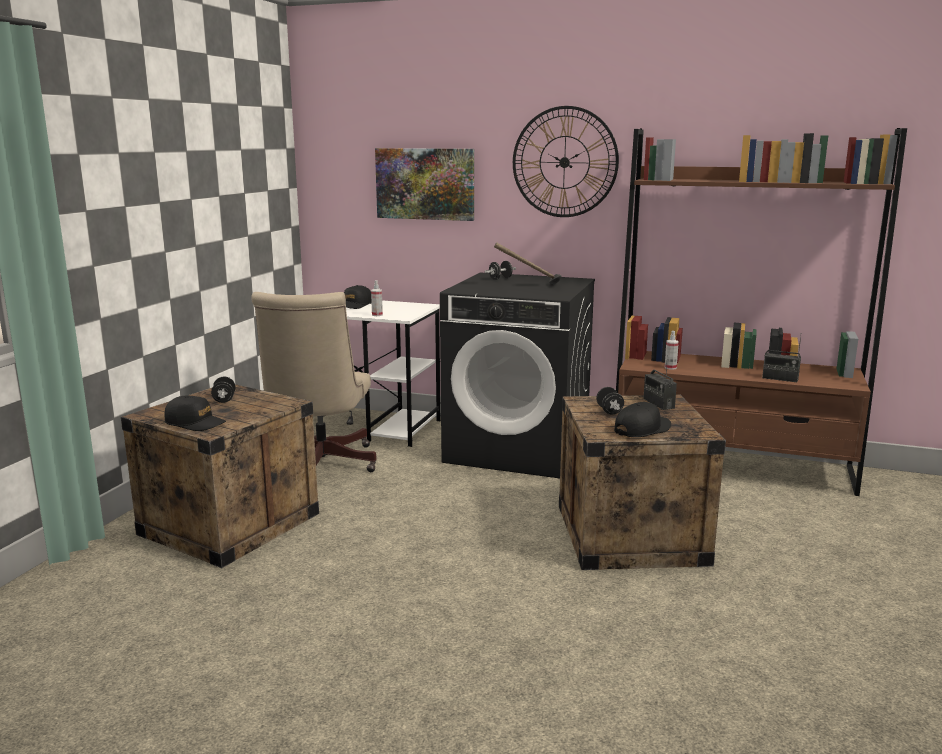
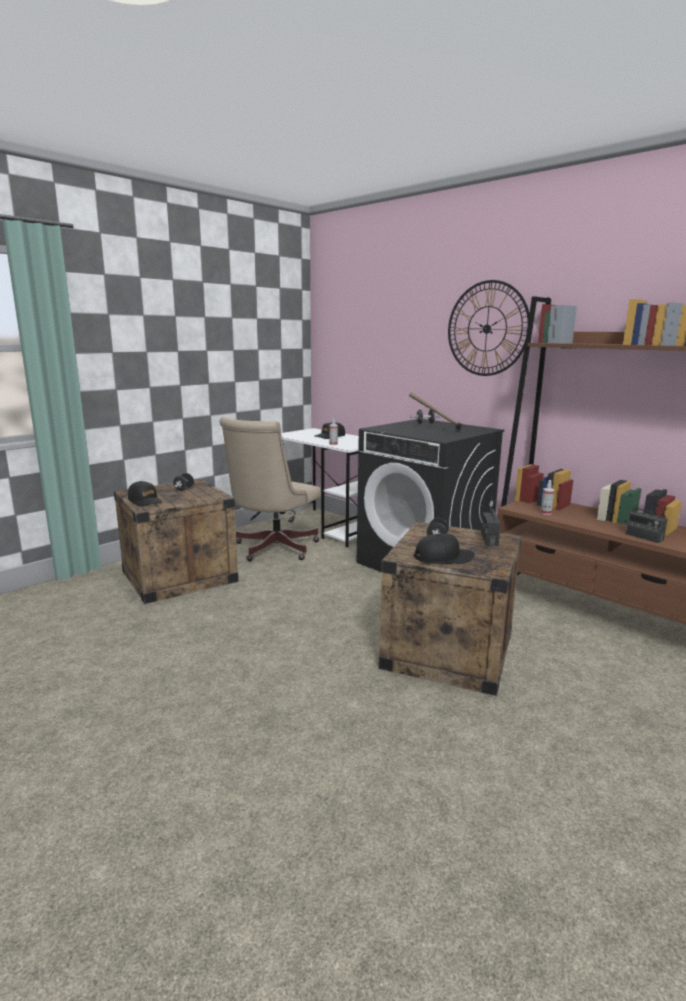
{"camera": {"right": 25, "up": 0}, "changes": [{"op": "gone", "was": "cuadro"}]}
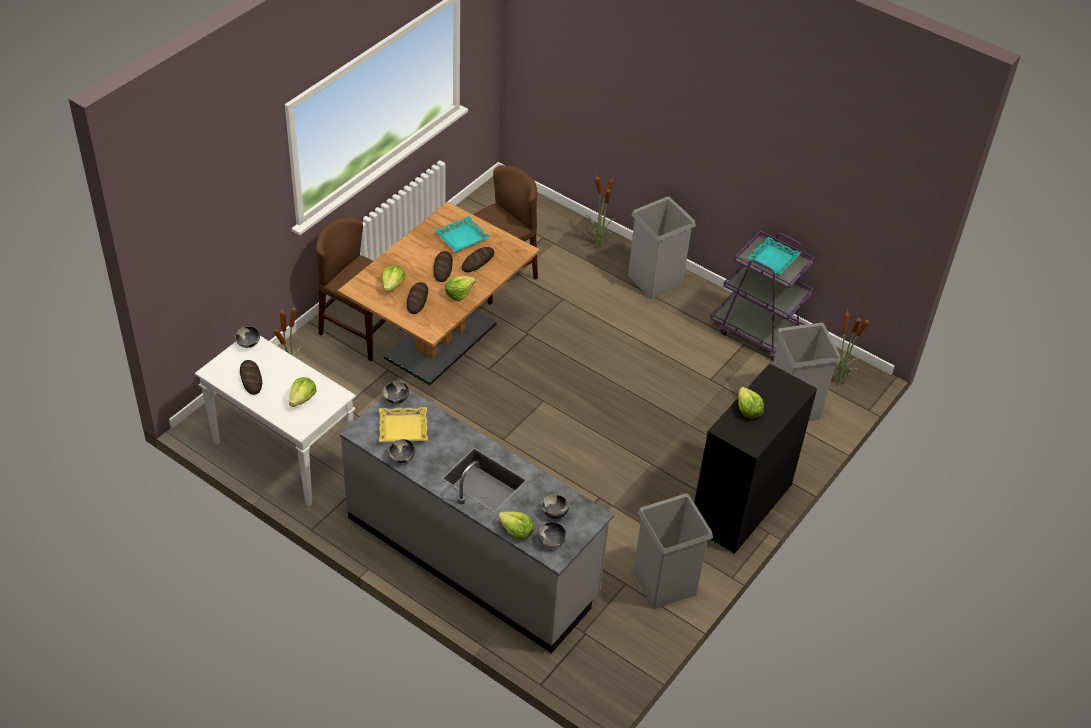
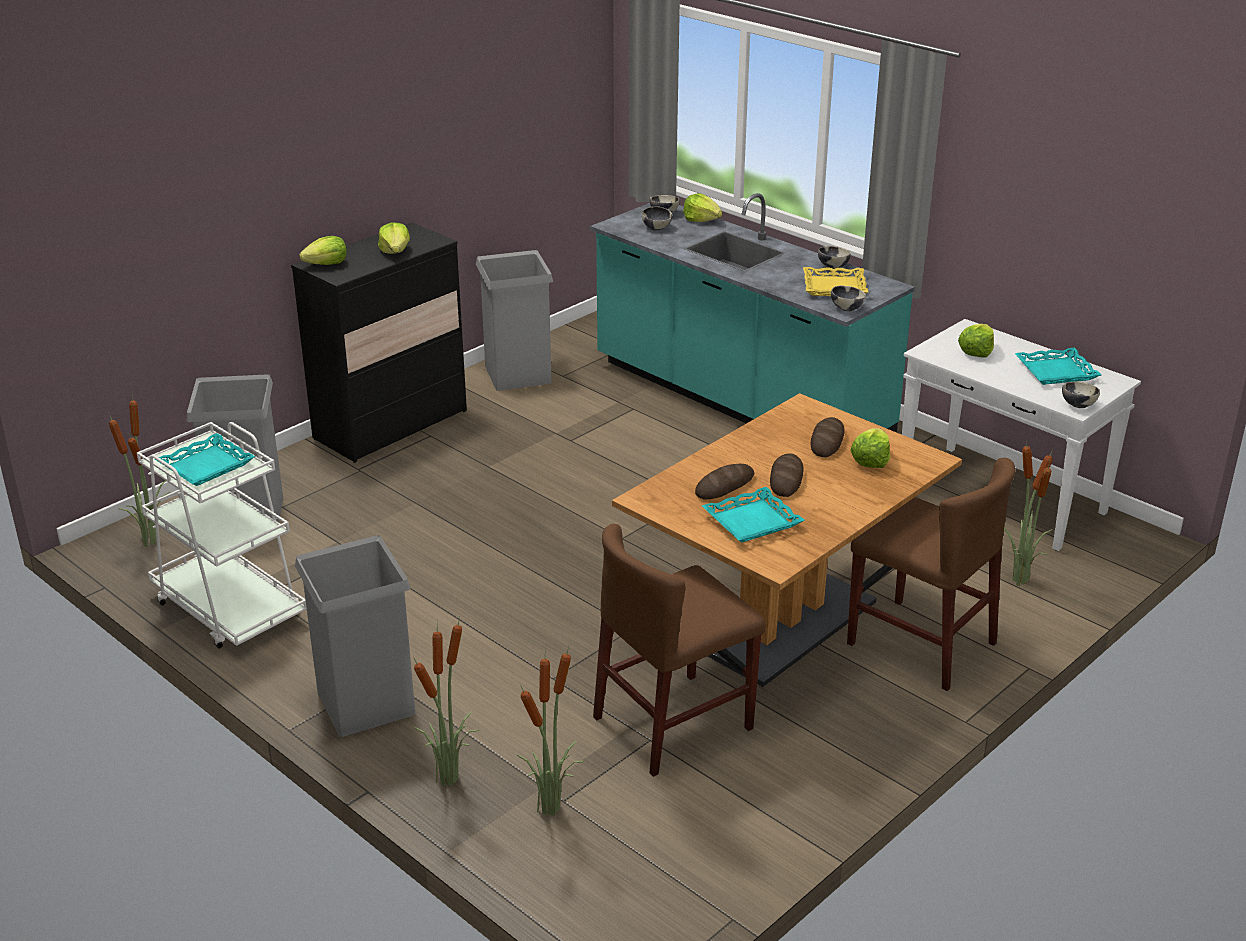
{"camera": {"right": -170, "up": -15}, "changes": [{"op": "repainted", "was": "carrito [morado]", "now": "carrito [blanco]"}, {"op": "shifted", "was": "lechuga (no. 3 from left in the first image)", "now": "lechuga (no. 1 from left)"}, {"op": "new", "now": "planta en maceta (no. 3 from left)"}, {"op": "repainted", "was": "mueble bajo de cocina [gris]", "now": "mueble bajo de cocina [turquesa]"}, {"op": "swapped", "was": "pan (no. 1 from left)", "now": "bandeja [turquesa] (no. 3 from left)"}]}
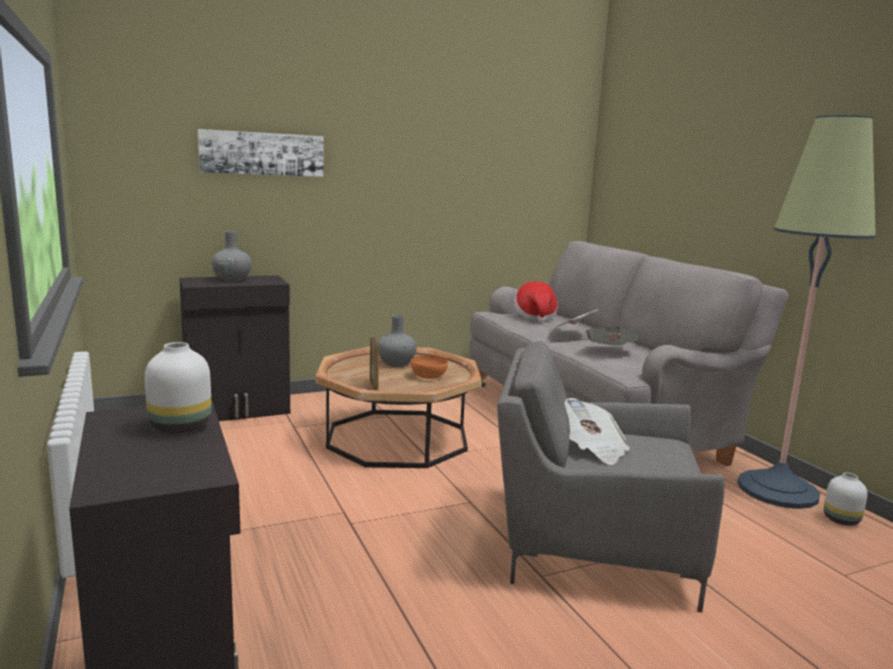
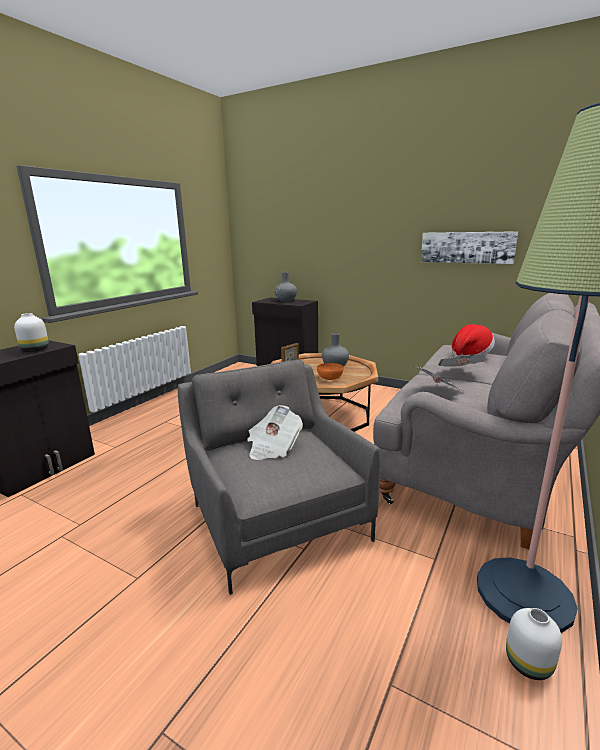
{"camera": {"right": 55, "up": 5}, "changes": [{"op": "shifted", "was": "cuadro"}]}
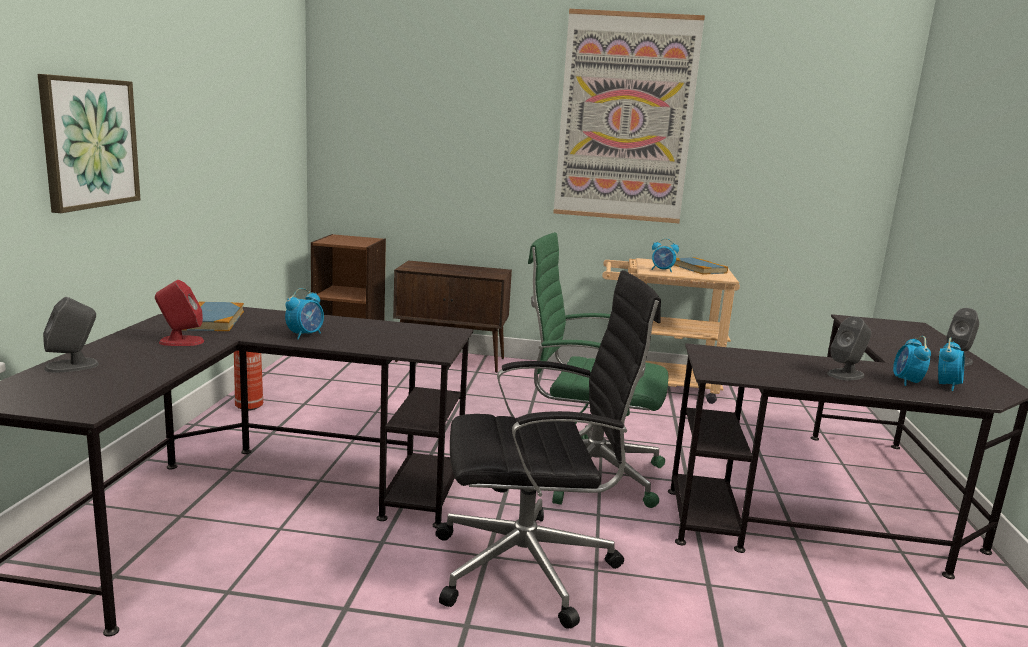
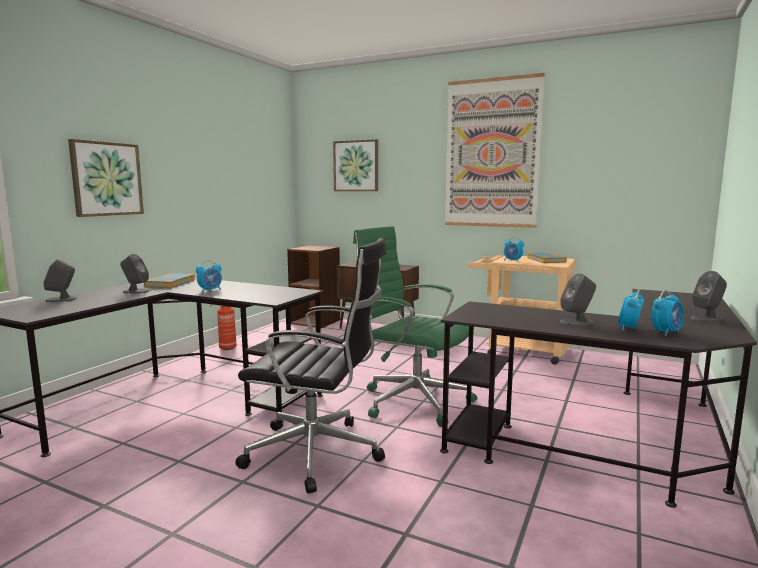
{"camera": {"right": 20, "up": -5}, "changes": [{"op": "repainted", "was": "altavoz [rojo]", "now": "altavoz [gris] (no. 2 from left)"}, {"op": "new", "now": "cuadro (no. 2 from left)"}]}
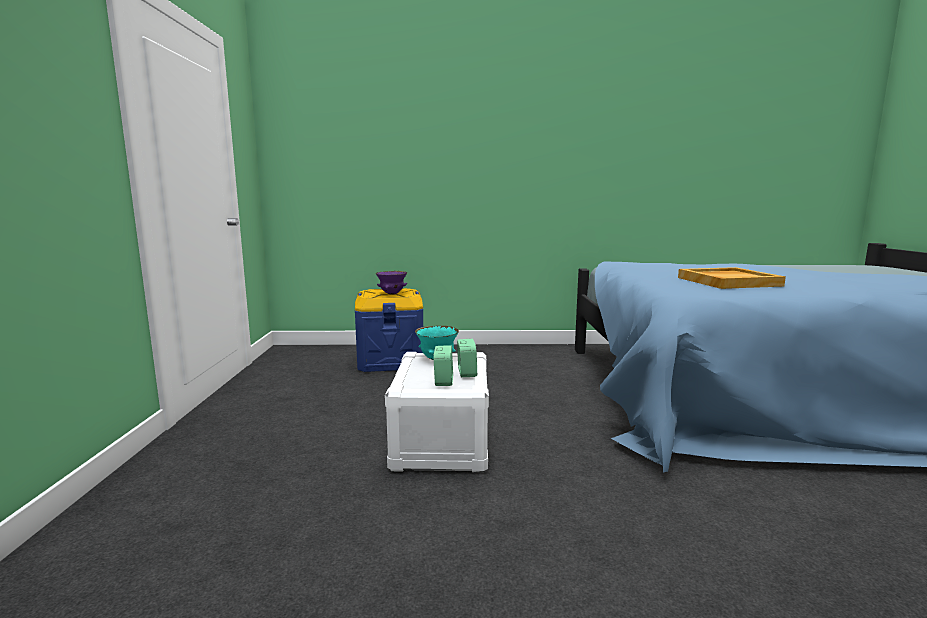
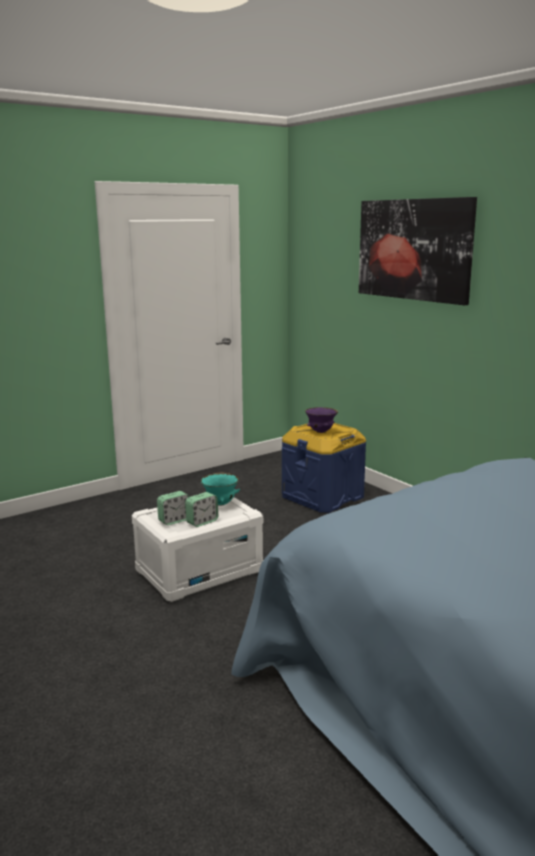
{"camera": {"right": 55, "up": 5}, "changes": [{"op": "new", "now": "cuadro"}, {"op": "gone", "was": "bandeja [beis]"}]}
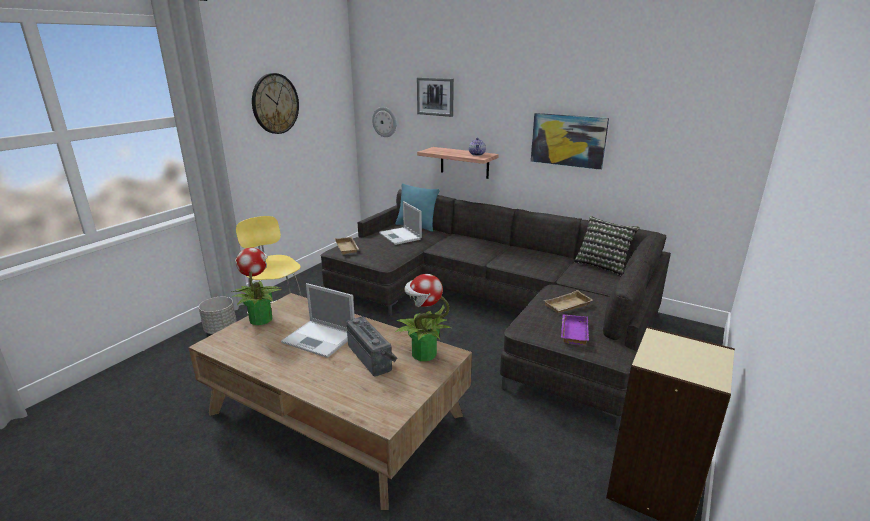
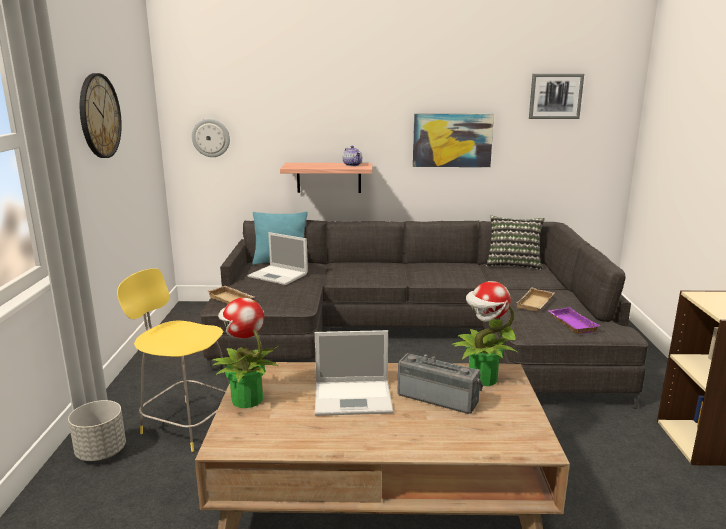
{"camera": {"right": -30, "up": -5}, "changes": [{"op": "shifted", "was": "cuadro (no. 1 from left in the first image)", "now": "cuadro (no. 2 from left)"}]}
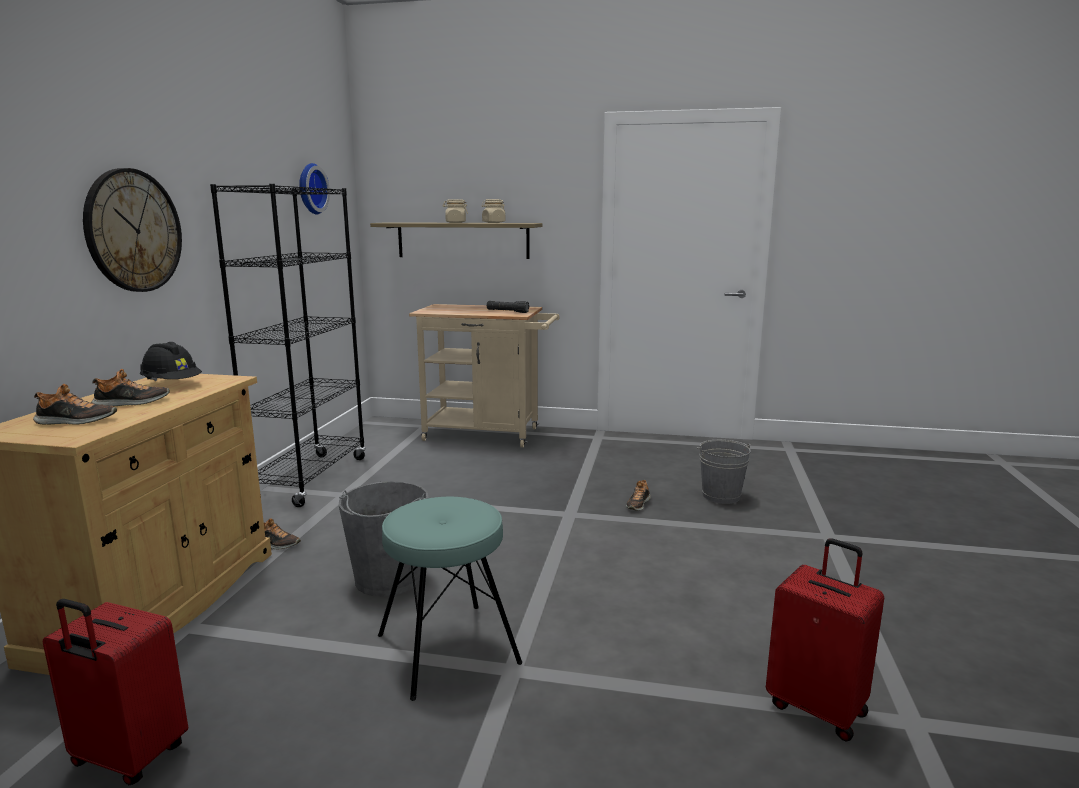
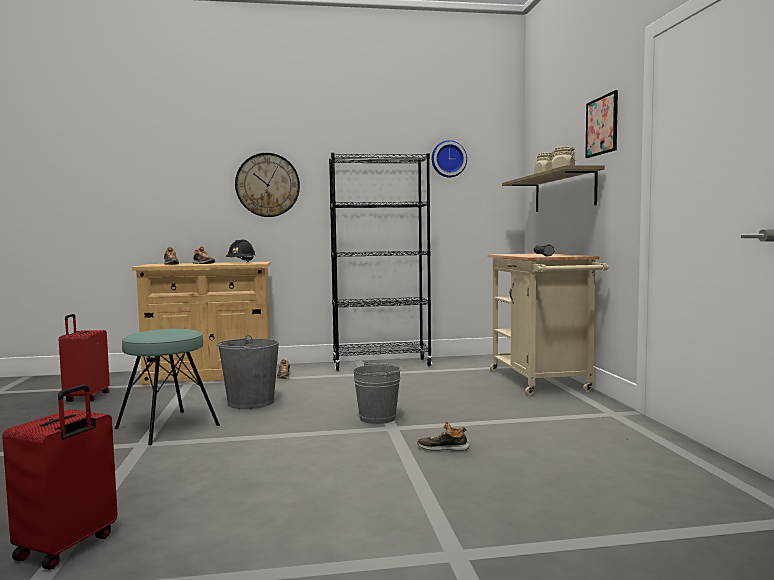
{"camera": {"right": 70, "up": -10}, "changes": [{"op": "shifted", "was": "cubo [gris] (no. 2 from left)"}, {"op": "new", "now": "cuadro"}]}
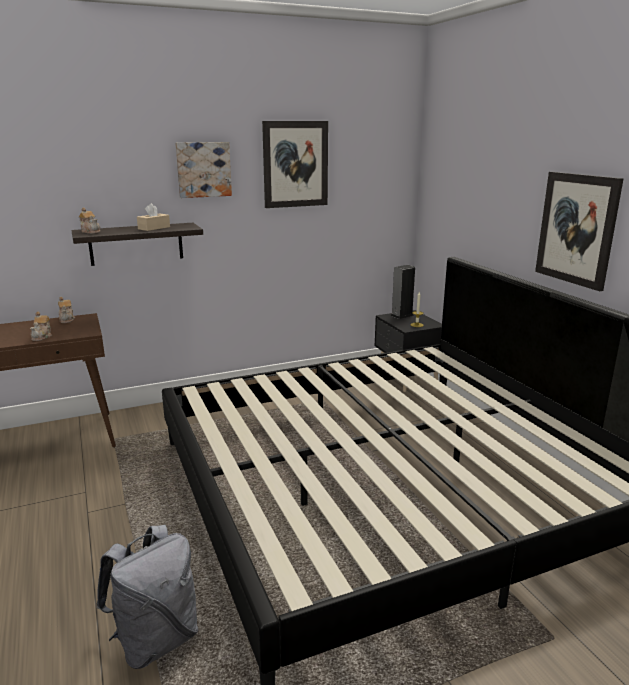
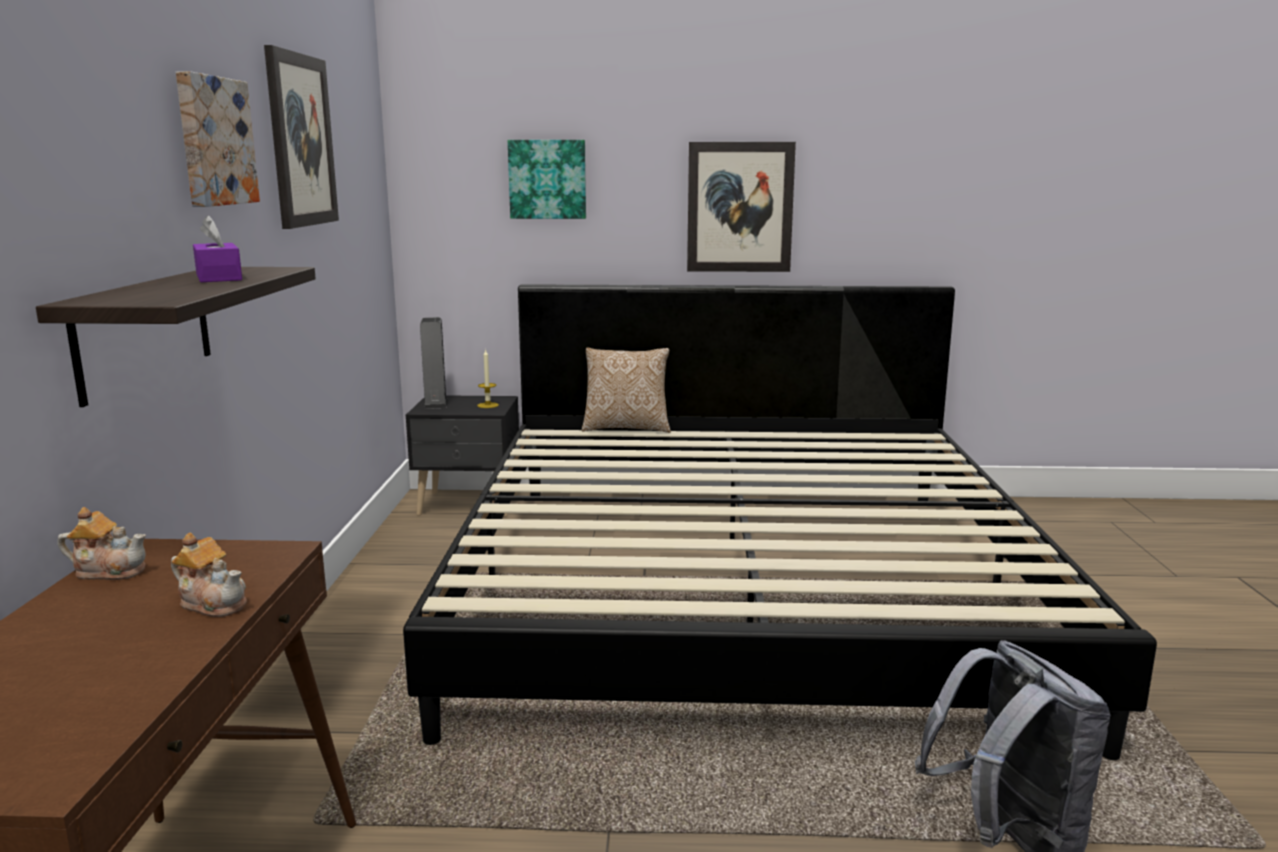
{"camera": {"right": -65, "up": -5}, "changes": [{"op": "repainted", "was": "caja de pañuelos [beis]", "now": "caja de pañuelos [morado]"}, {"op": "new", "now": "cuadro (no. 3 from left)"}, {"op": "new", "now": "cojín"}, {"op": "gone", "was": "tetera (no. 3 from left)"}]}
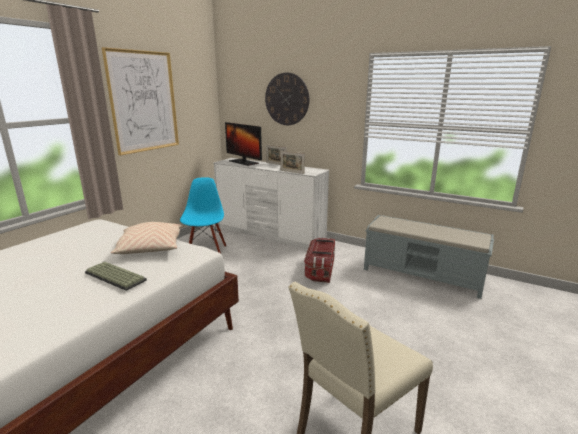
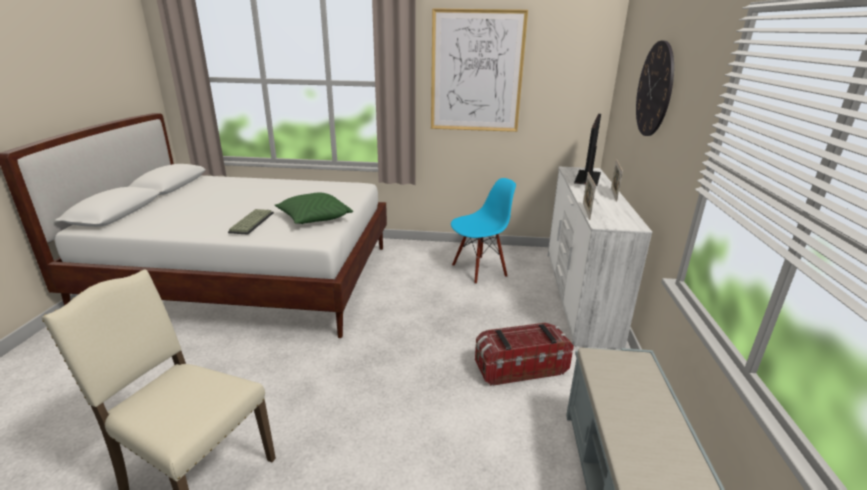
{"camera": {"right": 65, "up": 5}, "changes": [{"op": "repainted", "was": "cojín [beis]", "now": "cojín [verde]"}]}
